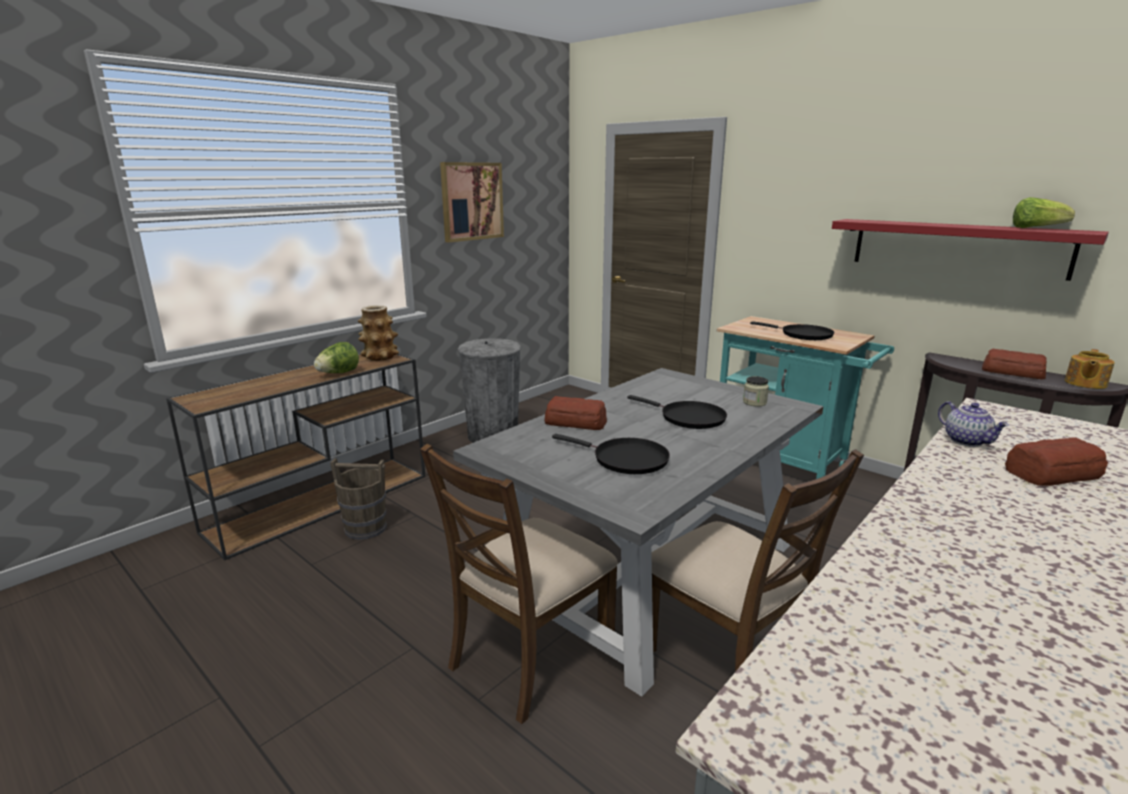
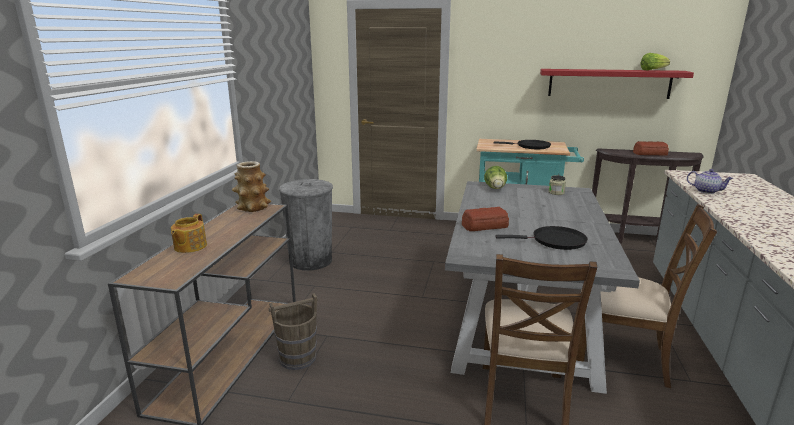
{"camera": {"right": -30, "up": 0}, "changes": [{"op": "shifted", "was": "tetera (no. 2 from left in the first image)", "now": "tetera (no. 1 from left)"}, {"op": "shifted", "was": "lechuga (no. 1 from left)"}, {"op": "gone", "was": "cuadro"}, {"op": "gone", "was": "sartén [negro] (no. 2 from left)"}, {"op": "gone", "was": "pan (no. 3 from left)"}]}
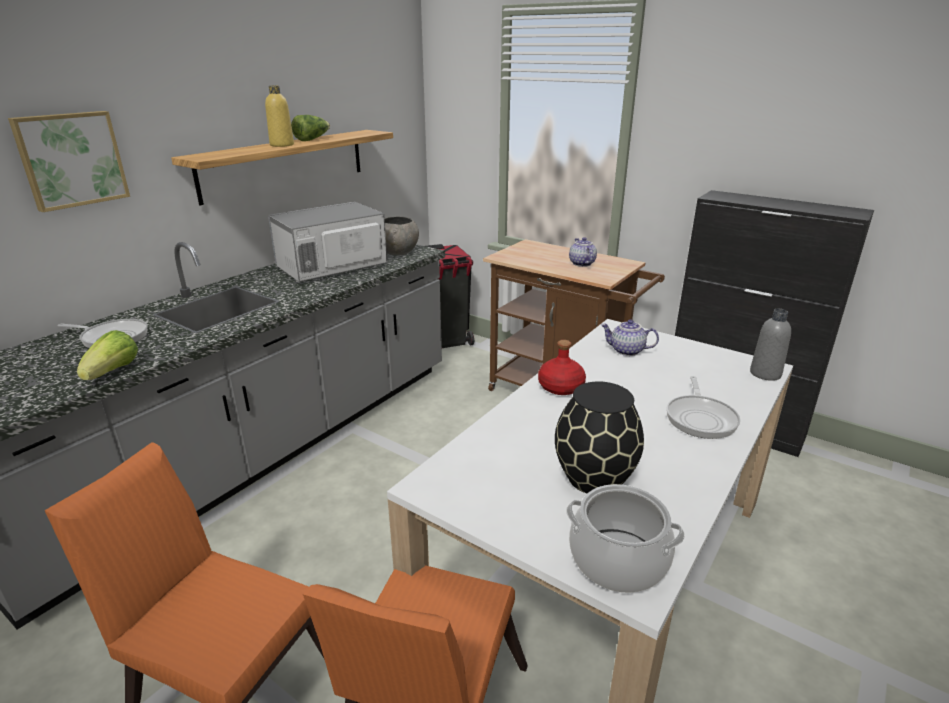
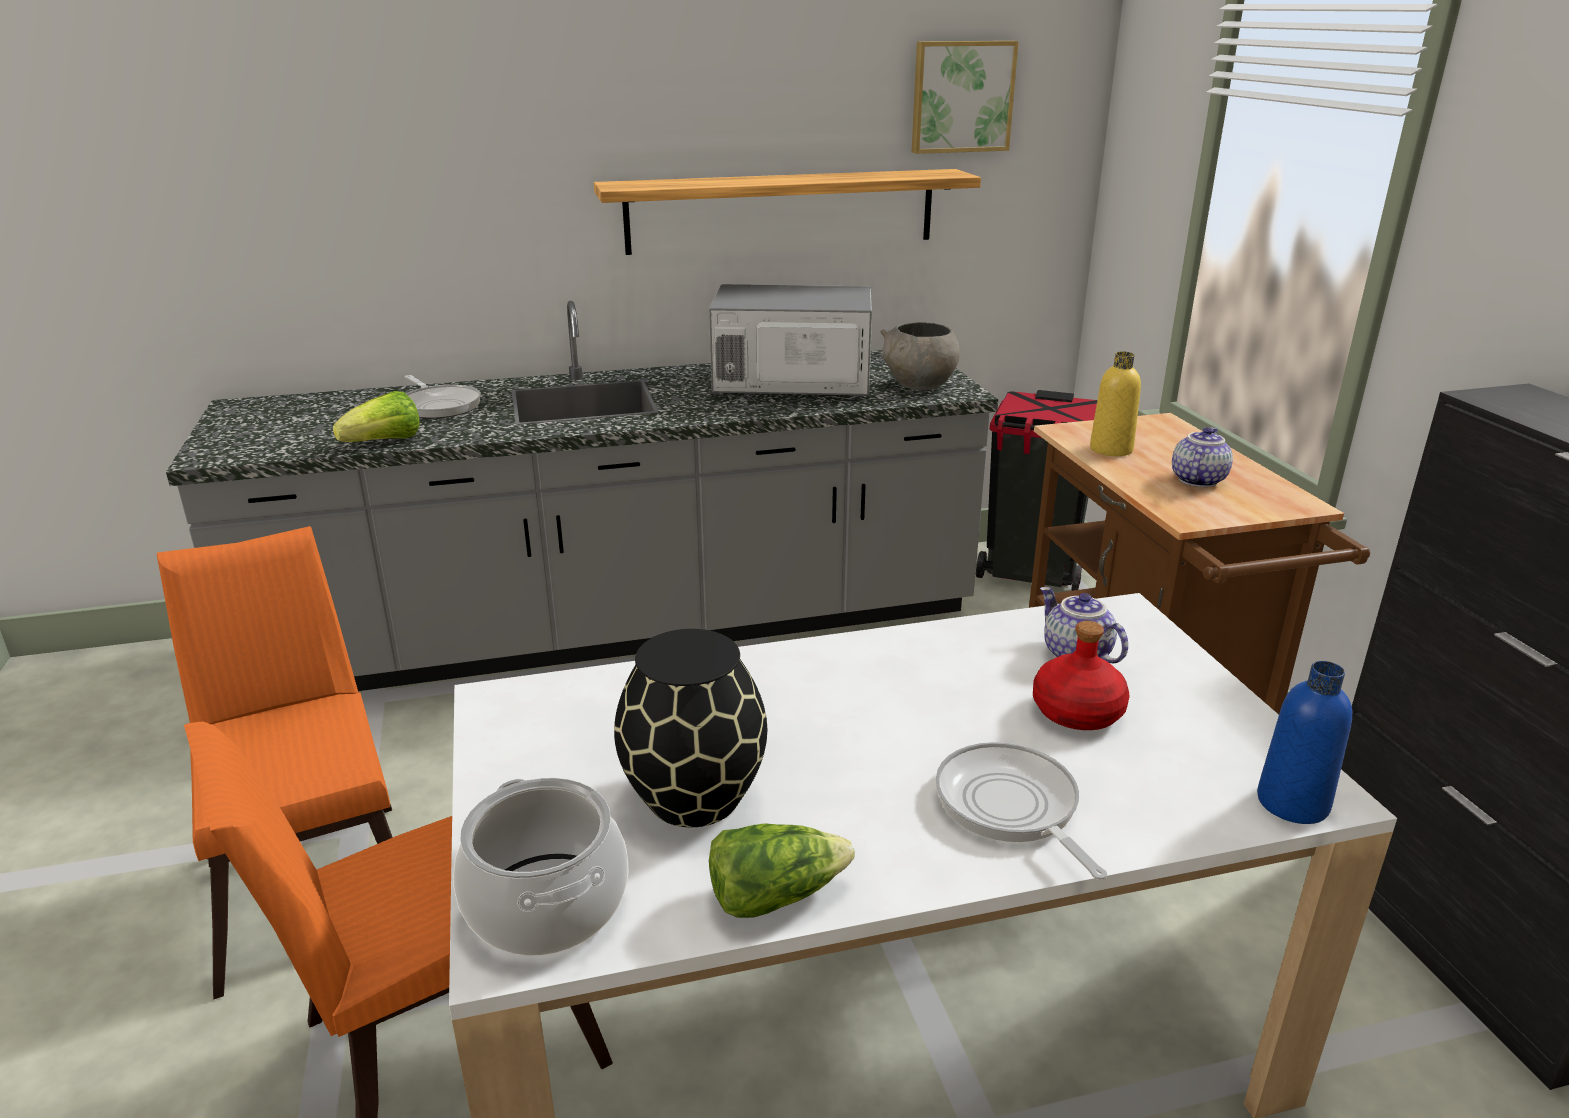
{"camera": {"right": 40, "up": 0}, "changes": [{"op": "shifted", "was": "lechuga (no. 2 from left)"}, {"op": "shifted", "was": "cuadro"}, {"op": "rotated", "was": "sartén (no. 2 from left)", "clockwise": 105}, {"op": "shifted", "was": "botella [rojo]"}, {"op": "shifted", "was": "botella [amarillo]"}, {"op": "repainted", "was": "botella [gris]", "now": "botella [azul]"}]}
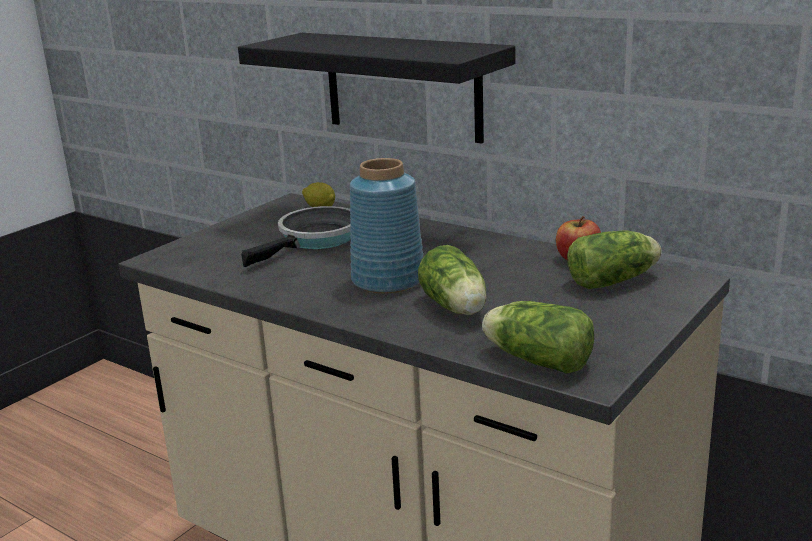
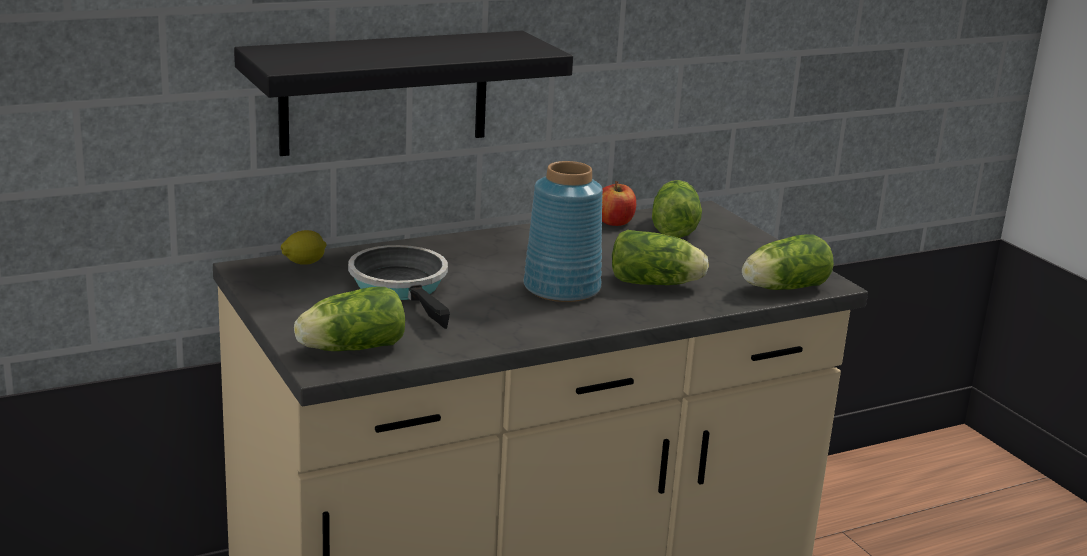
{"camera": {"right": -65, "up": 0}, "changes": [{"op": "new", "now": "lechuga (no. 1 from left)"}]}
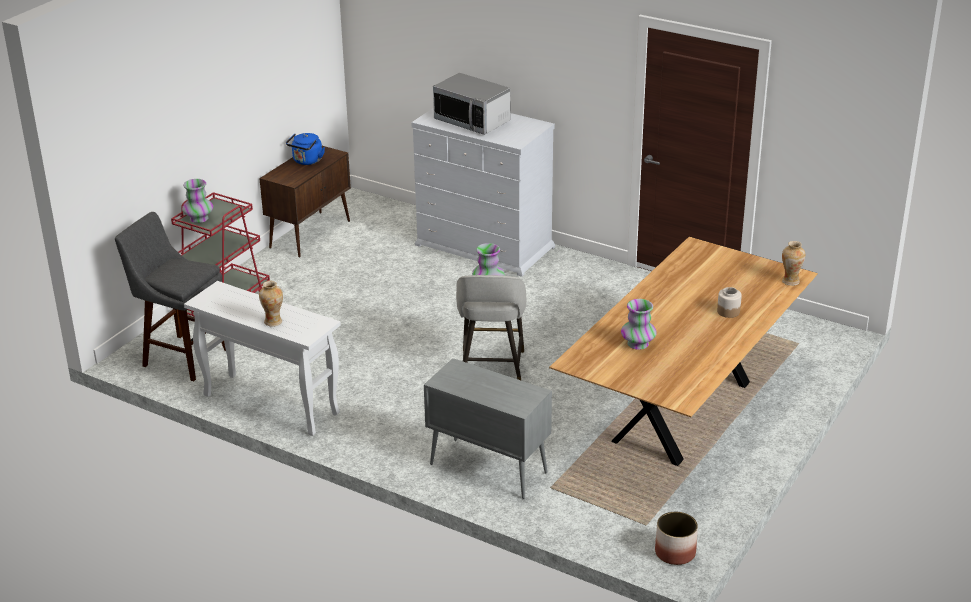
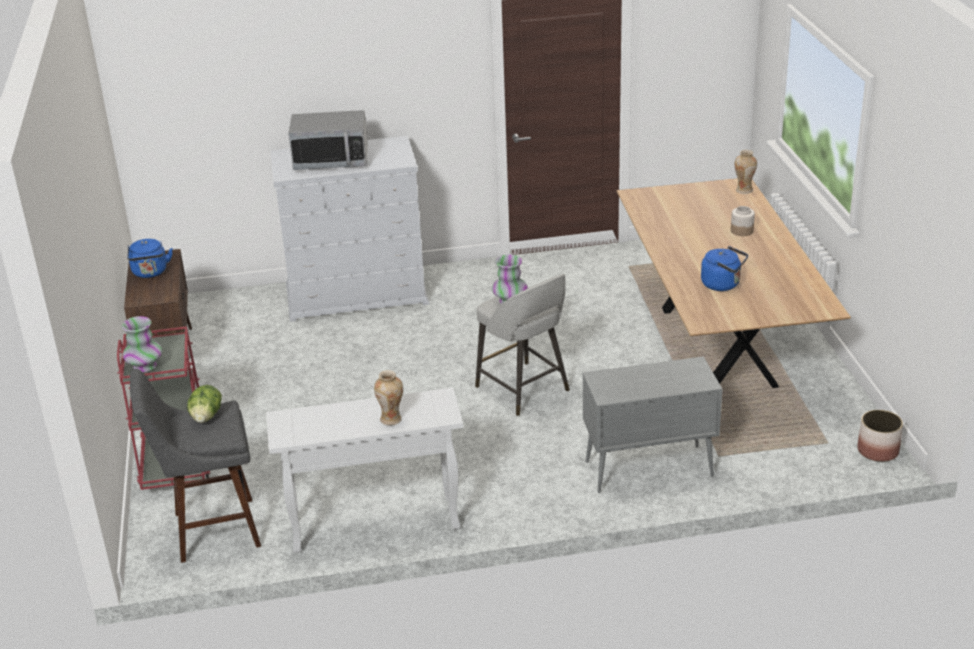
{"camera": {"right": -40, "up": 0}, "changes": [{"op": "new", "now": "lechuga"}, {"op": "swapped", "was": "florero (no. 4 from left)", "now": "hervidor [azul] (no. 2 from left)"}]}
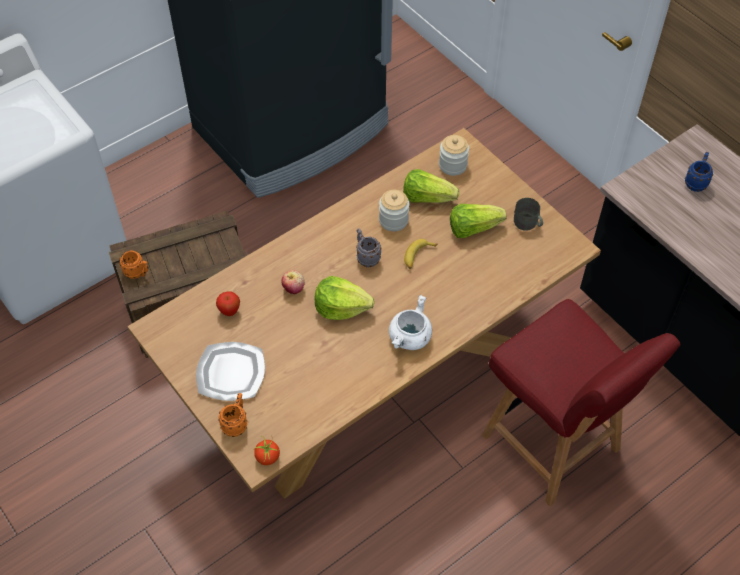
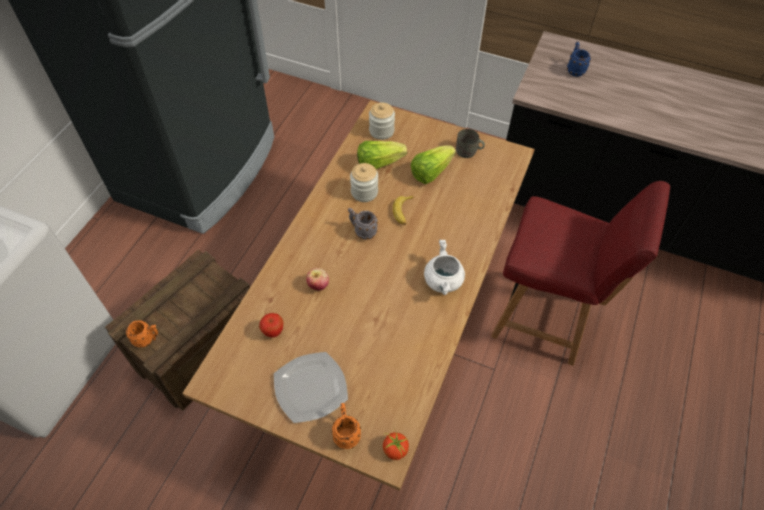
{"camera": {"right": -30, "up": 0}, "changes": [{"op": "gone", "was": "lechuga (no. 1 from left)"}]}
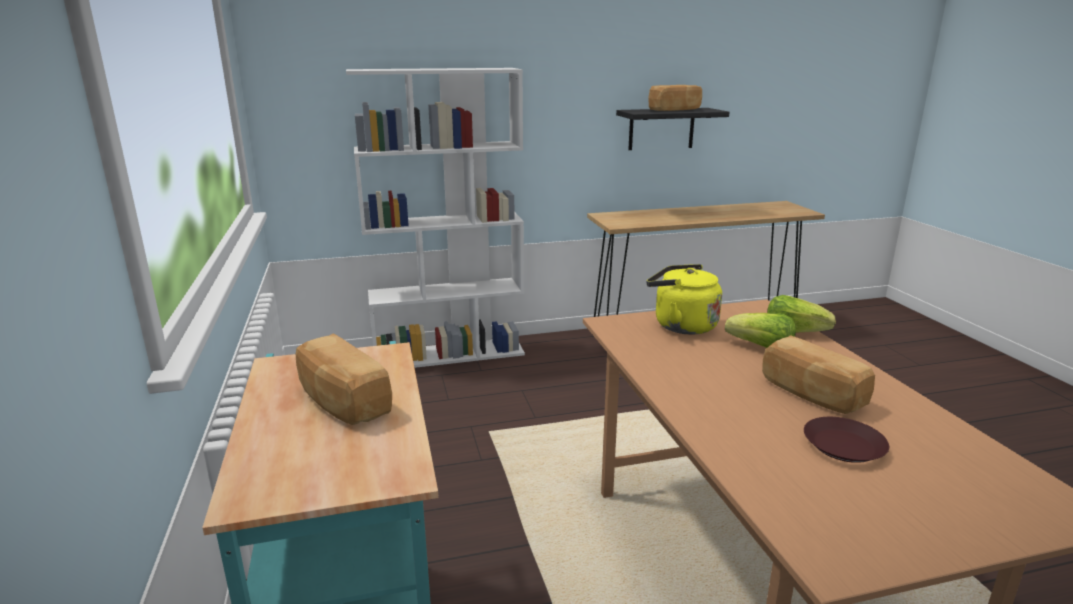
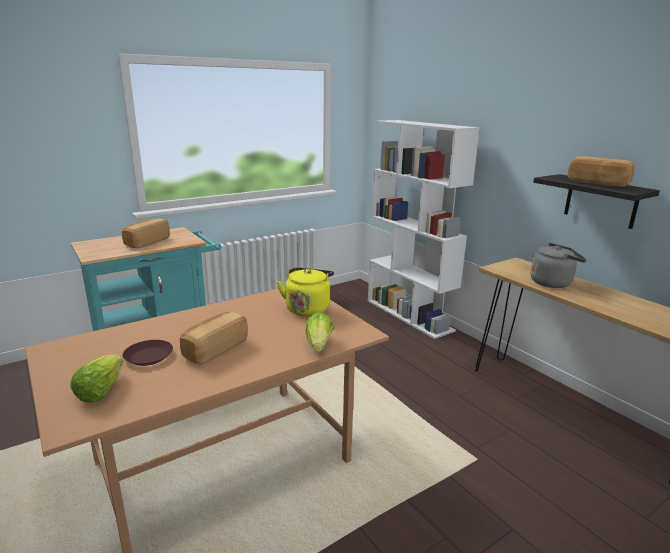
{"camera": {"right": 70, "up": 0}, "changes": [{"op": "shifted", "was": "lechuga (no. 1 from left)"}, {"op": "new", "now": "hervidor [gris]"}]}
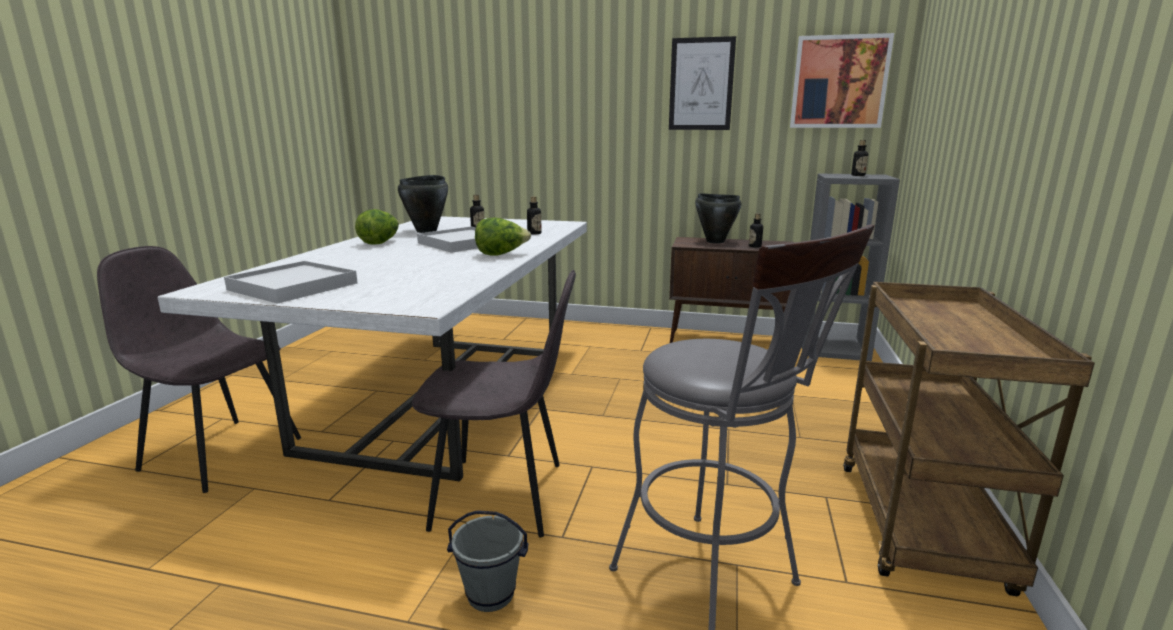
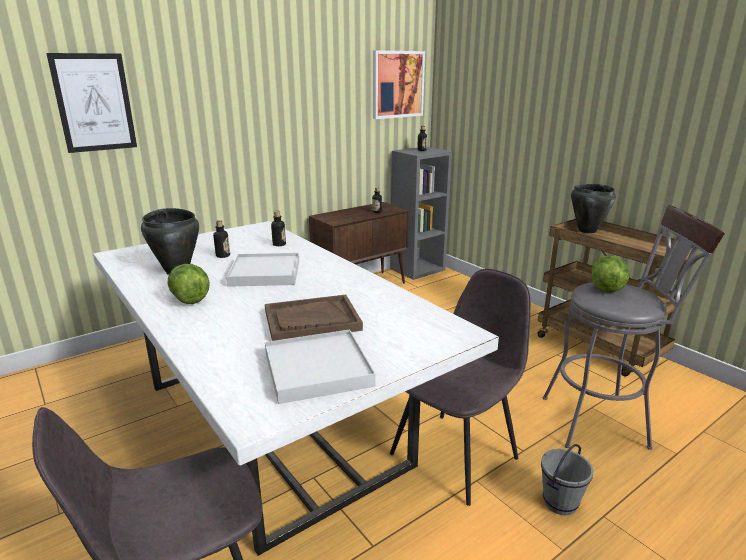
{"camera": {"right": -50, "up": 5}, "changes": [{"op": "shifted", "was": "cuadro (no. 1 from left)"}, {"op": "new", "now": "bandeja [marrón]"}, {"op": "shifted", "was": "olla [negro] (no. 2 from left)"}, {"op": "shifted", "was": "lechuga (no. 2 from left)"}]}
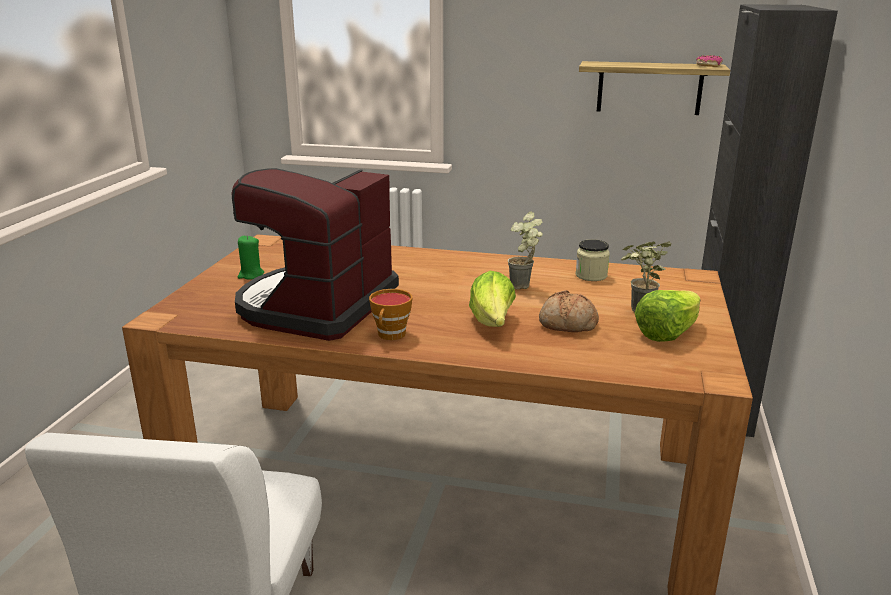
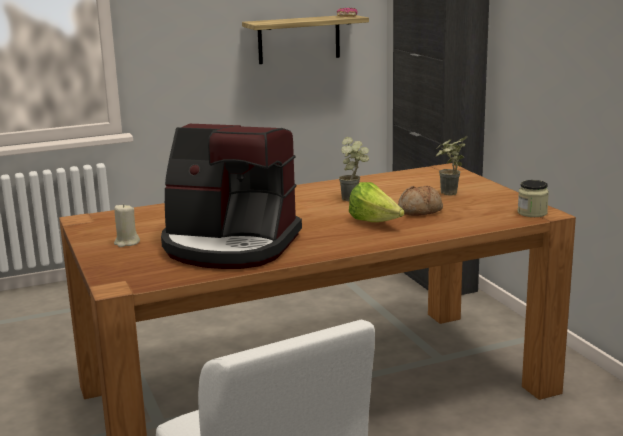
{"camera": {"right": -35, "up": -5}, "changes": [{"op": "repainted", "was": "vela [verde]", "now": "vela [beis]"}, {"op": "rotated", "was": "cafetera", "clockwise": -60}, {"op": "shifted", "was": "tarro"}, {"op": "gone", "was": "taza"}, {"op": "gone", "was": "lechuga (no. 2 from left)"}]}
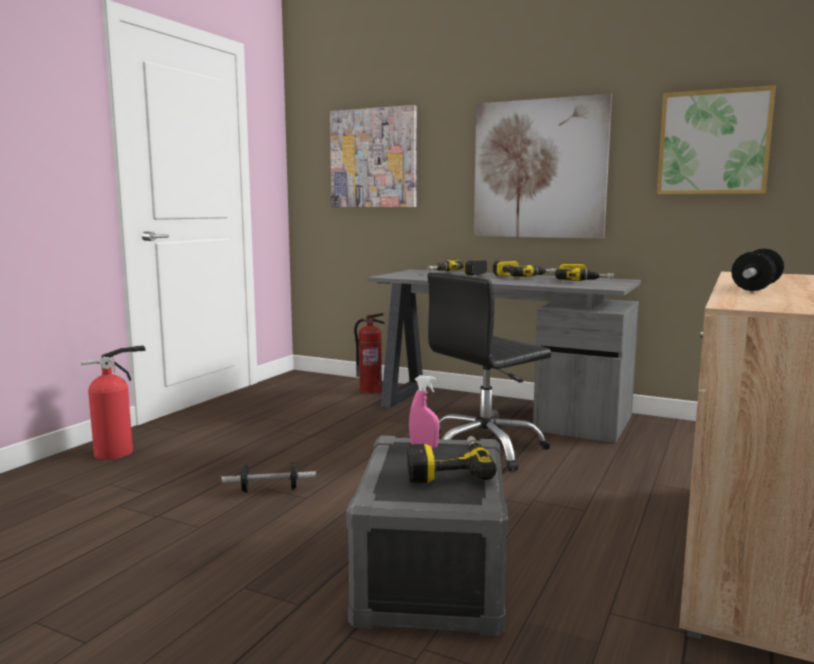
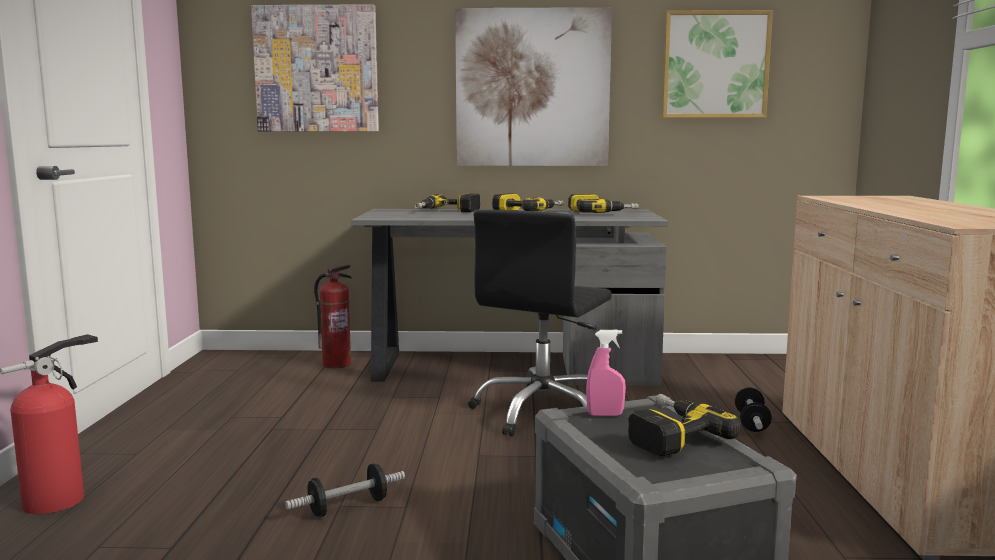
{"camera": {"right": -25, "up": 0}, "changes": [{"op": "shifted", "was": "mancuerna (no. 2 from left)"}]}
